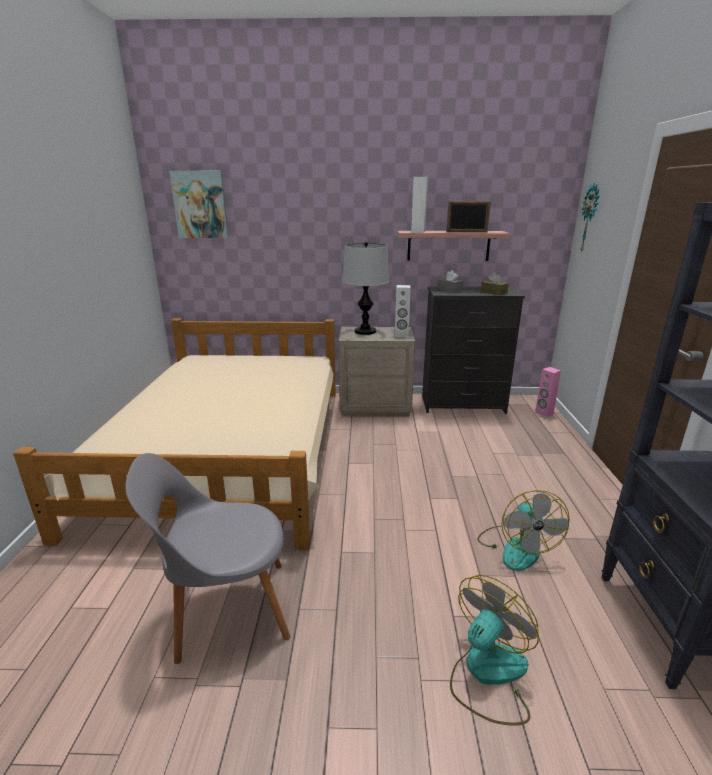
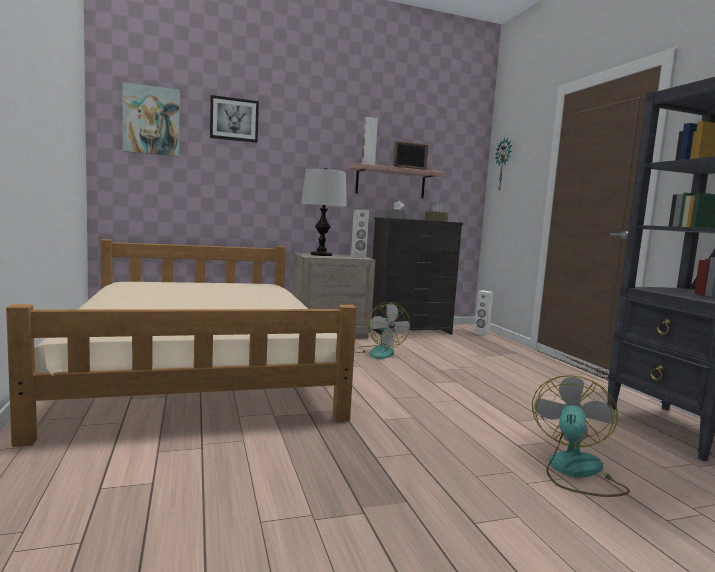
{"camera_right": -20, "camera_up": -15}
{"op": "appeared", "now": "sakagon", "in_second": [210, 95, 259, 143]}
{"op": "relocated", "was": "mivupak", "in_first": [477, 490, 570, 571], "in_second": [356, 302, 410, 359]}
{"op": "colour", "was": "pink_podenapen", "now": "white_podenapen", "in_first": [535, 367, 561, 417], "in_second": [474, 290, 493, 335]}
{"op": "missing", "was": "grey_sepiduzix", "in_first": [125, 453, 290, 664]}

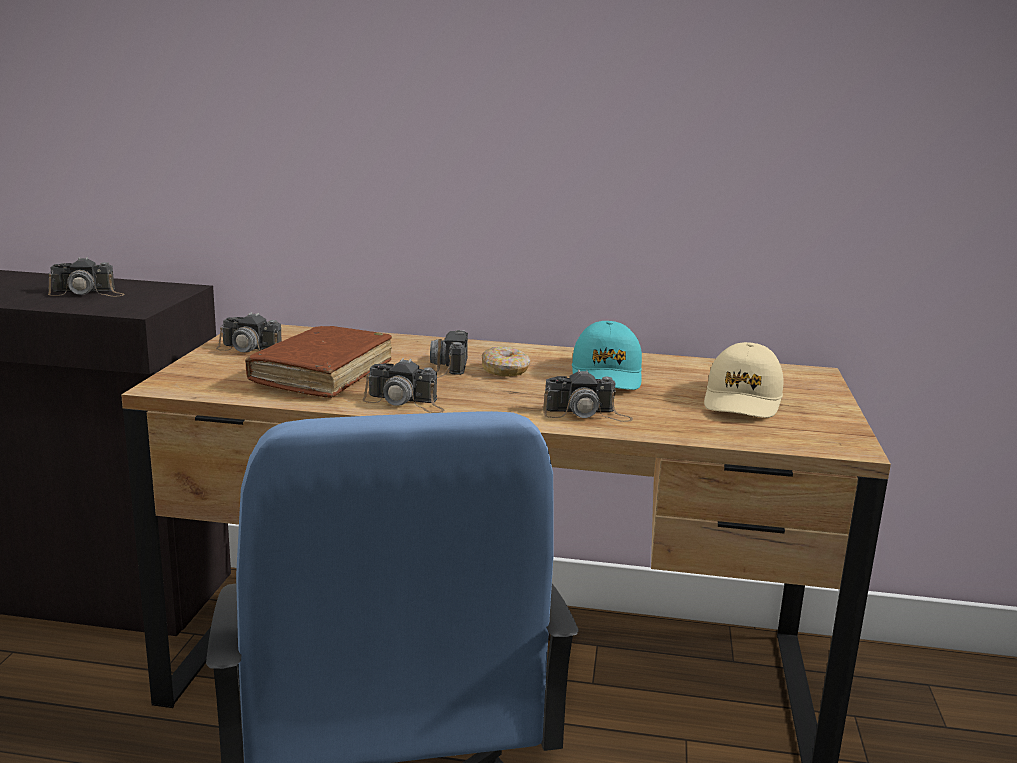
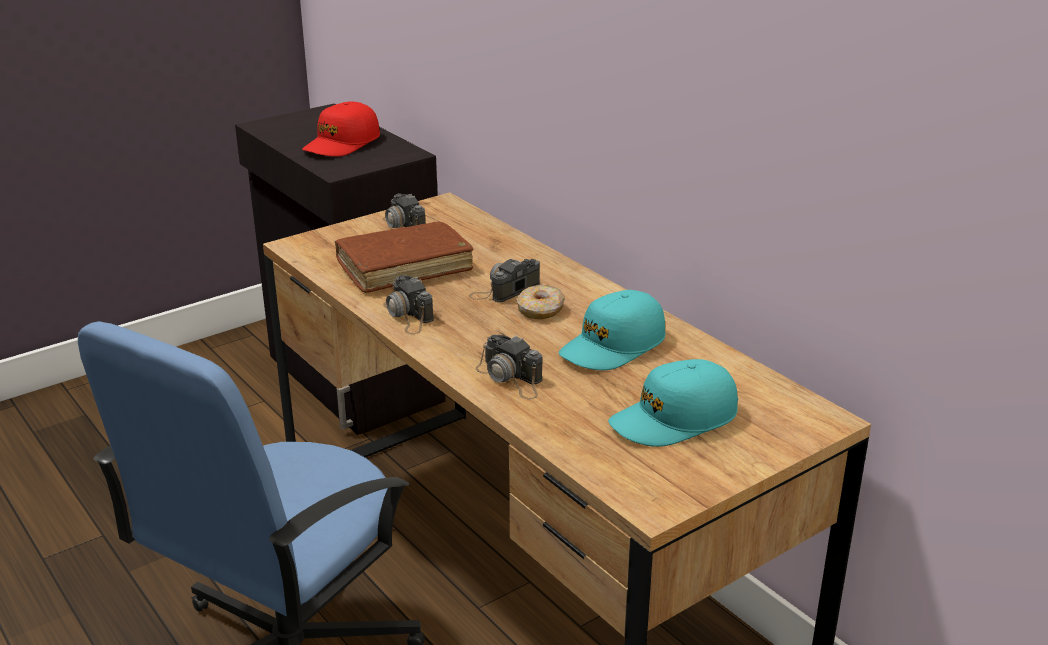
{"camera_right": 45, "camera_up": 10}
{"op": "exchanged", "was": "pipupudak", "now": "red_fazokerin", "in_first": [48, 257, 125, 297], "in_second": [302, 101, 380, 157]}
{"op": "colour", "was": "beige_fazokerin", "now": "turquoise_fazokerin", "in_first": [704, 342, 784, 418], "in_second": [608, 359, 738, 447]}

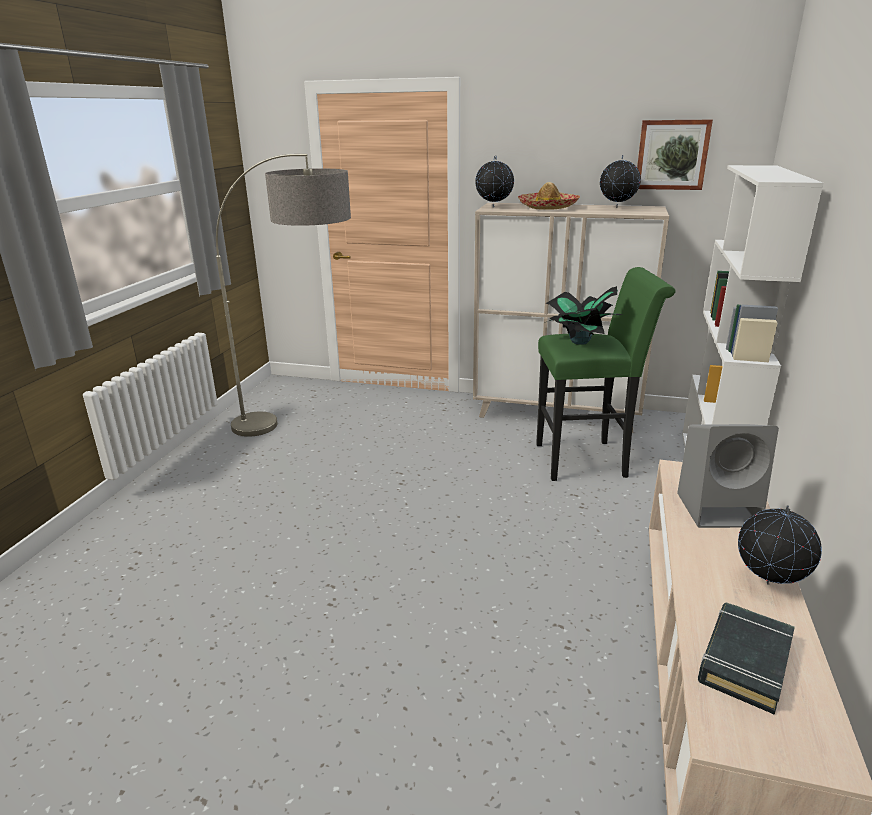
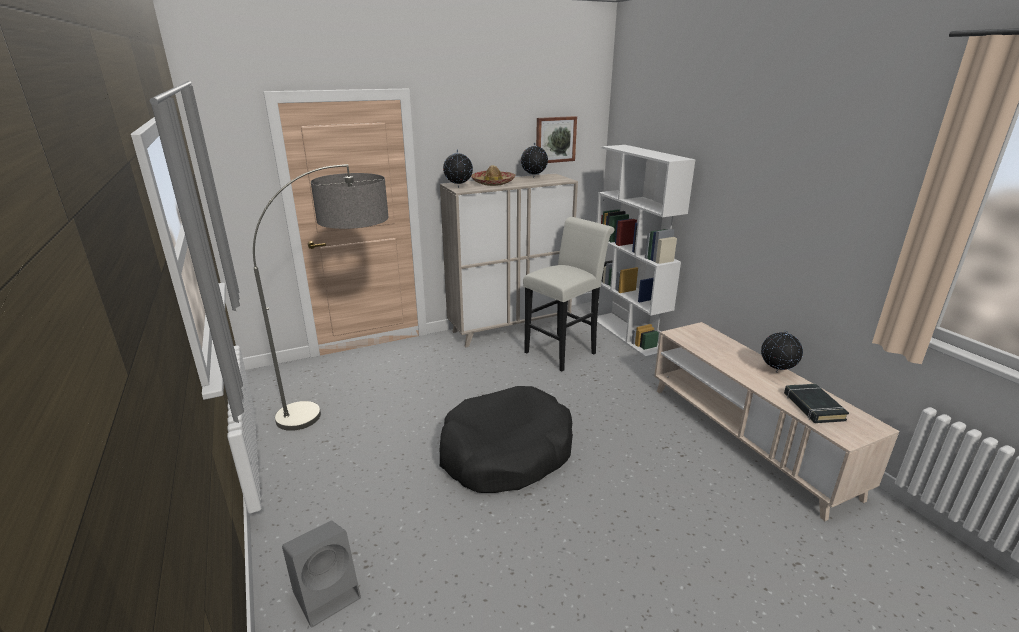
{"camera_right": -40, "camera_up": 0}
{"op": "relocated", "was": "grey_podenapen", "in_first": [677, 424, 779, 528], "in_second": [282, 520, 361, 628]}
{"op": "appeared", "now": "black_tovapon", "in_second": [439, 386, 573, 493]}
{"op": "colour", "was": "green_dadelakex", "now": "white_dadelakex", "in_first": [536, 267, 676, 481], "in_second": [523, 217, 614, 371]}
{"op": "missing", "was": "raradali", "in_first": [546, 286, 622, 345]}

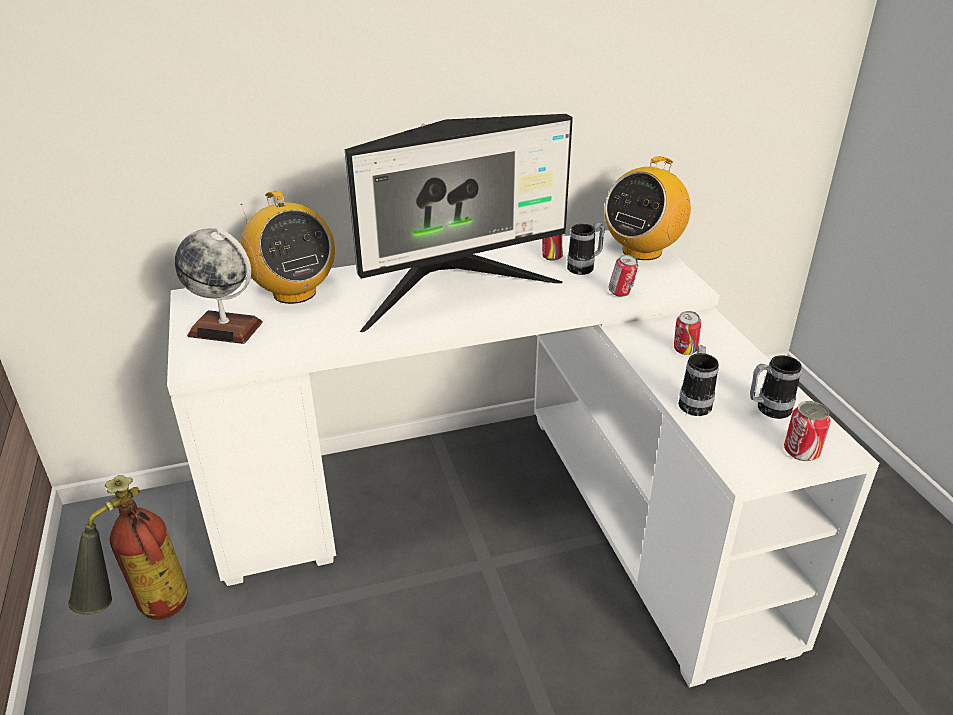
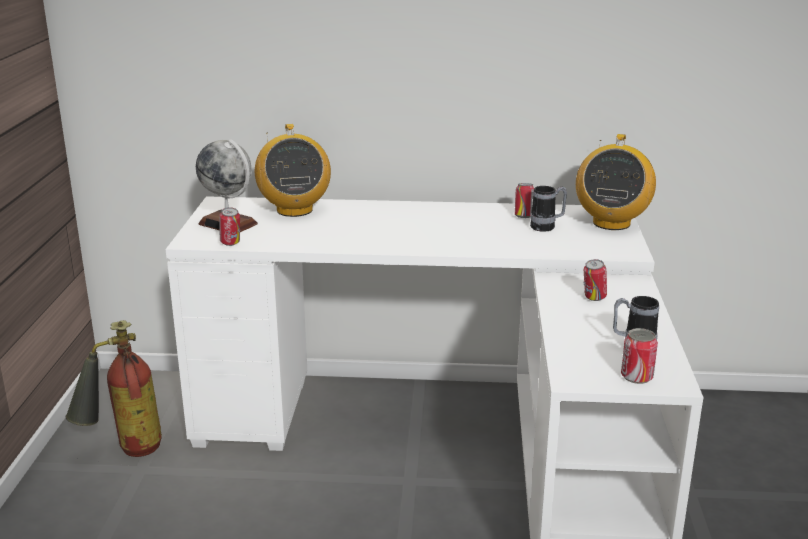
{"camera_right": 20, "camera_up": -10}
{"op": "relocated", "was": "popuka", "in_first": [608, 255, 638, 297], "in_second": [219, 207, 240, 246]}
{"op": "spun", "was": "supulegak", "in_first": [604, 156, 691, 260], "in_second": [576, 134, 656, 230], "clockwise": -45}
{"op": "missing", "was": "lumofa", "in_first": [345, 114, 573, 332]}
{"op": "missing", "was": "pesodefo", "in_first": [678, 345, 719, 416]}

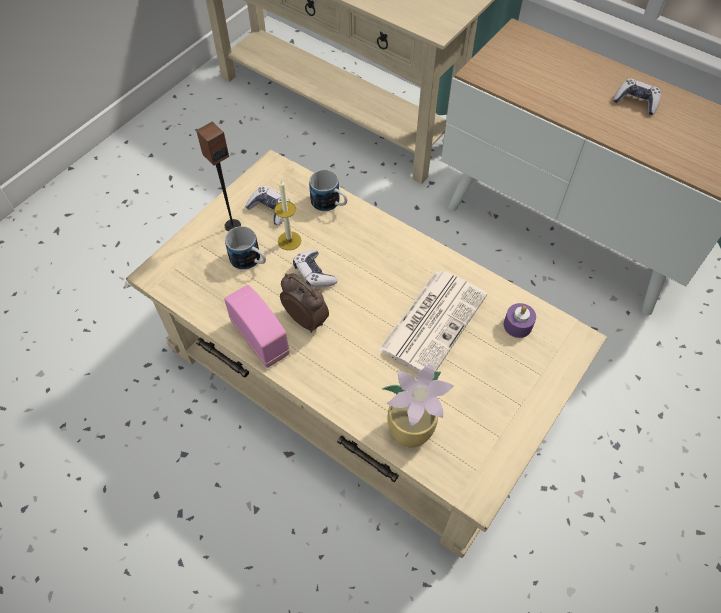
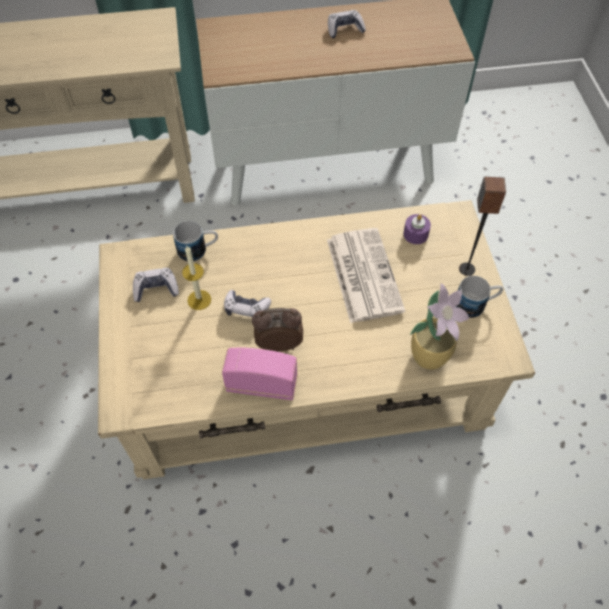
{"camera_right": -45, "camera_up": 0}
{"op": "relocated", "was": "pesodefo", "in_first": [225, 226, 266, 270], "in_second": [456, 276, 503, 318]}
{"op": "relocated", "was": "podenapen", "in_first": [196, 122, 241, 232], "in_second": [459, 177, 506, 276]}

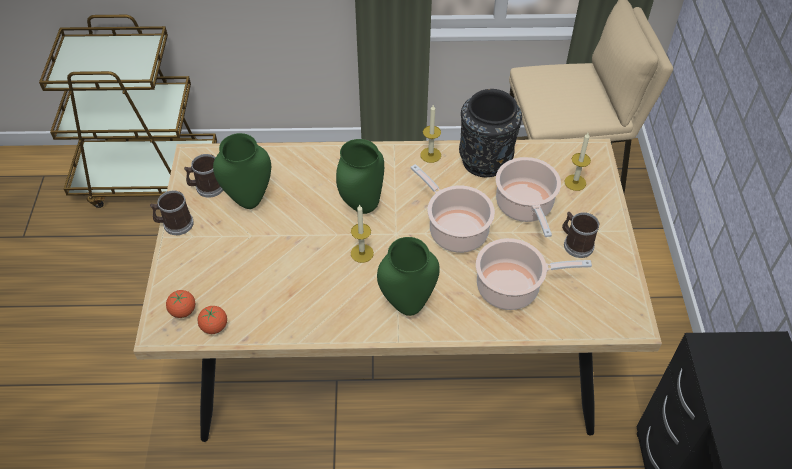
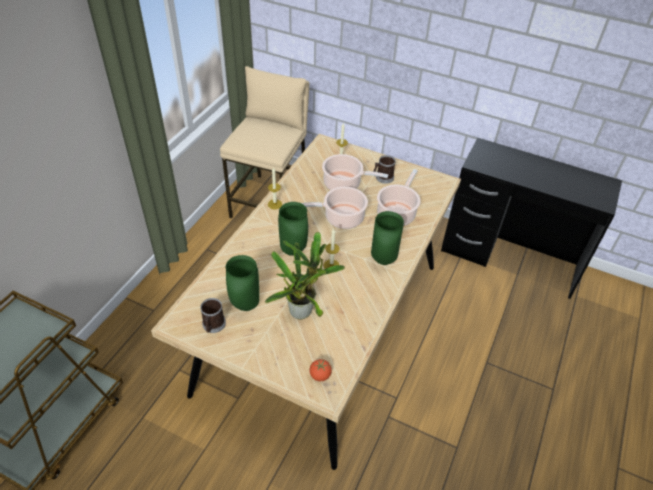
{"camera_right": -65, "camera_up": -5}
{"op": "appeared", "now": "raradali", "in_second": [265, 232, 345, 319]}
{"op": "missing", "was": "pesodefo", "in_first": [150, 190, 194, 235]}
{"op": "missing", "was": "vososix", "in_first": [197, 306, 227, 334]}
{"op": "missing", "was": "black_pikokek", "in_first": [459, 89, 522, 177]}

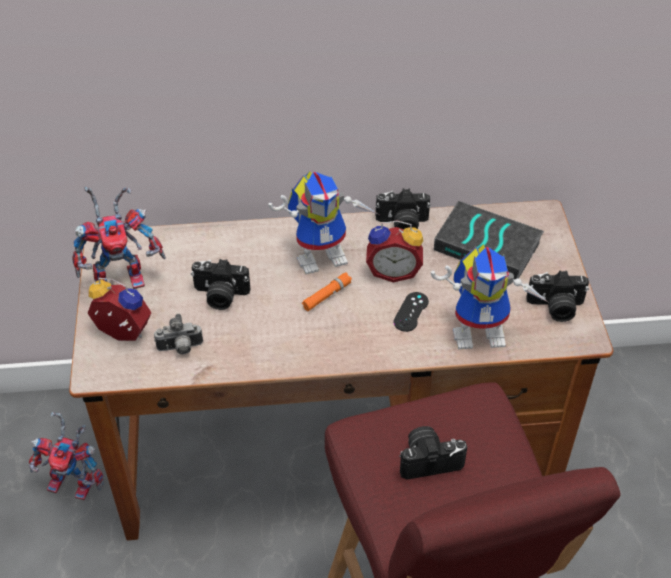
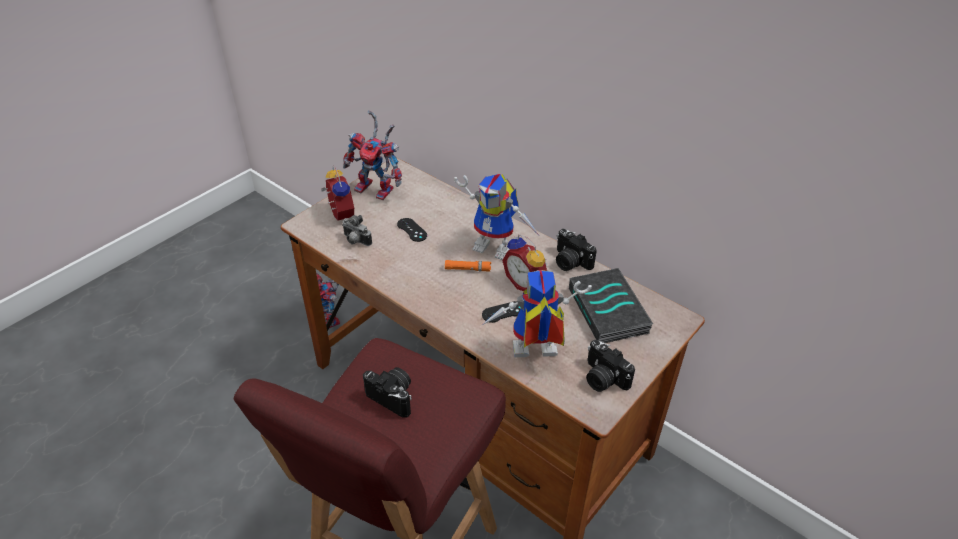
{"camera_right": 45, "camera_up": -5}
{"op": "exchanged", "was": "pipupudak", "now": "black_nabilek", "in_first": [191, 259, 250, 310], "in_second": [397, 218, 427, 242]}
{"op": "spun", "was": "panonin", "in_first": [431, 244, 549, 349], "in_second": [482, 270, 592, 357], "clockwise": 135}

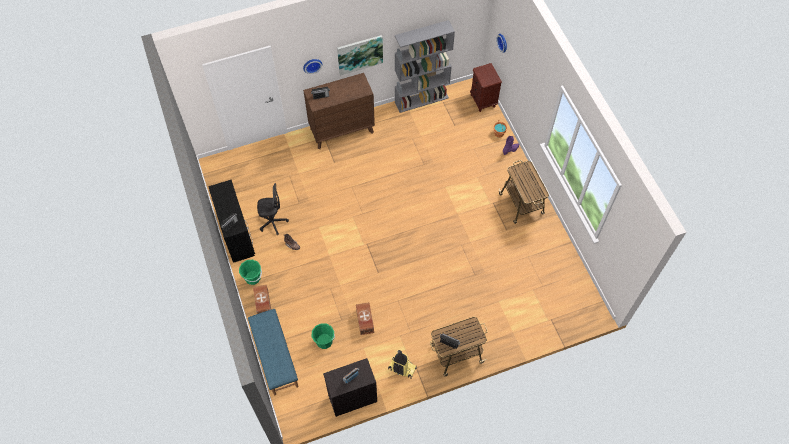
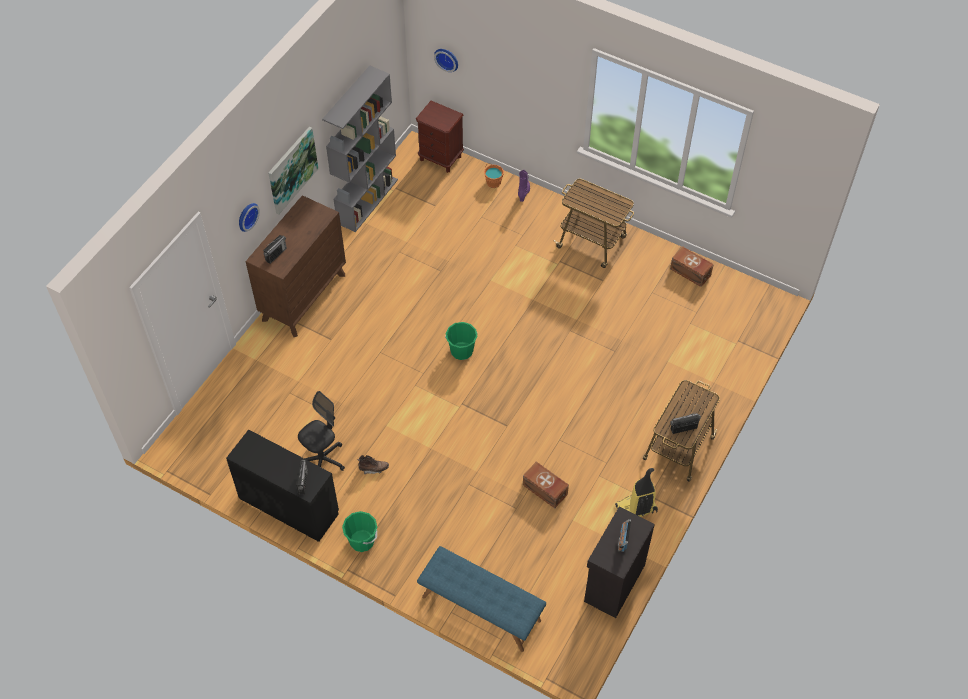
{"camera_right": -40, "camera_up": -5}
{"op": "relocated", "was": "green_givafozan", "in_first": [311, 323, 335, 349], "in_second": [445, 322, 478, 360]}
{"op": "relocated", "was": "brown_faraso", "in_first": [253, 285, 271, 314], "in_second": [670, 246, 714, 287]}

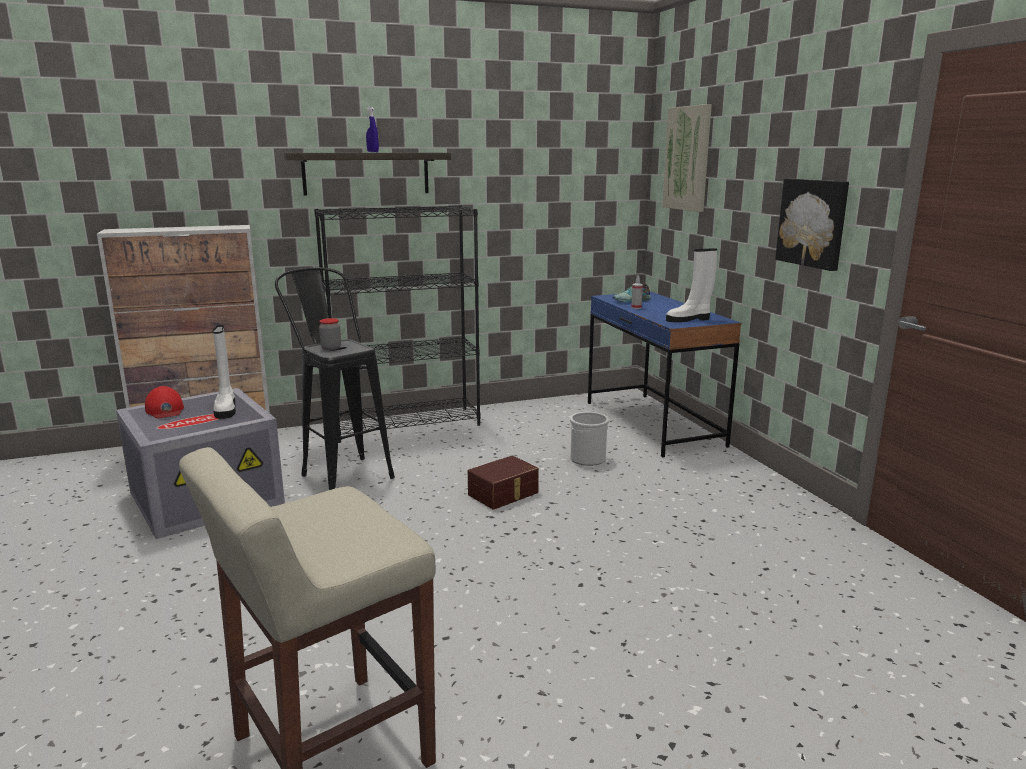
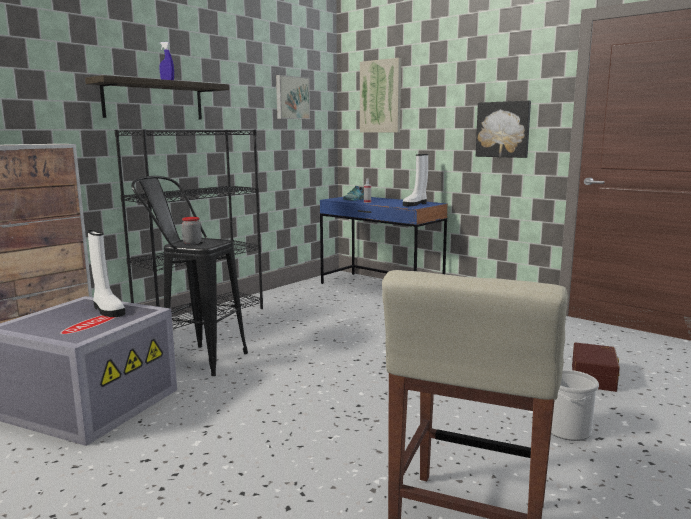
{"camera_right": -30, "camera_up": -5}
{"op": "appeared", "now": "sakagon", "in_second": [276, 75, 310, 119]}
{"op": "relocated", "was": "givafozan", "in_first": [570, 412, 609, 466], "in_second": [551, 370, 599, 441]}
{"op": "relocated", "was": "brown_faraso", "in_first": [468, 455, 539, 510], "in_second": [572, 342, 620, 392]}
{"op": "missing", "was": "red_fazokerin", "in_first": [145, 386, 184, 418]}

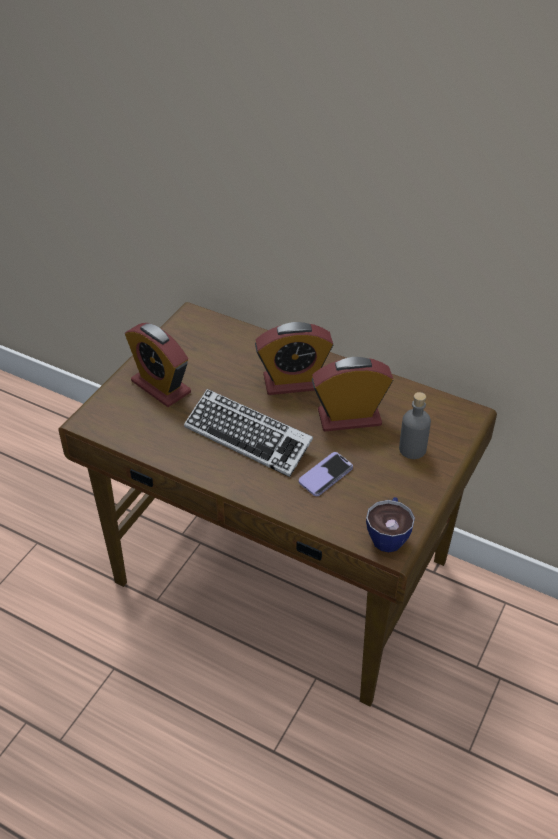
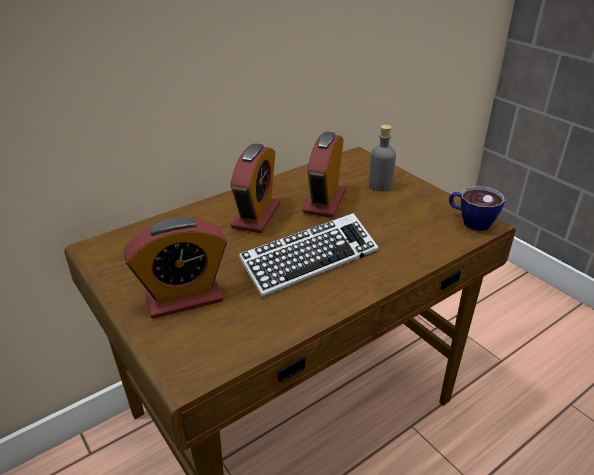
{"camera_right": -65, "camera_up": -10}
{"op": "missing", "was": "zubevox", "in_first": [299, 452, 353, 496]}

